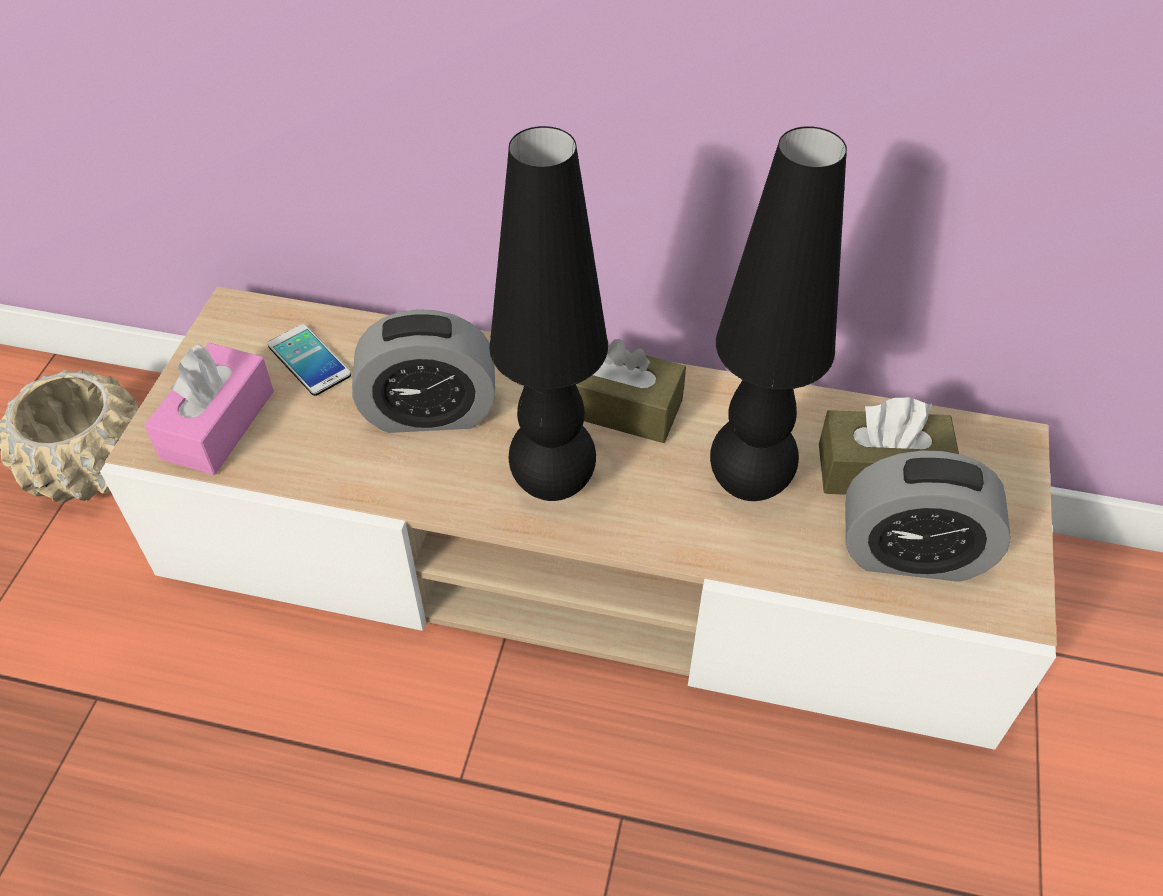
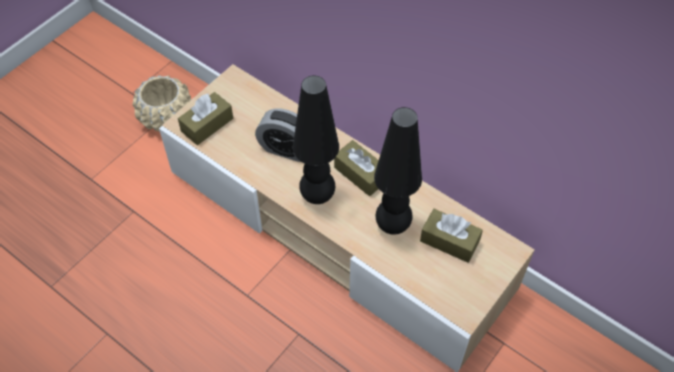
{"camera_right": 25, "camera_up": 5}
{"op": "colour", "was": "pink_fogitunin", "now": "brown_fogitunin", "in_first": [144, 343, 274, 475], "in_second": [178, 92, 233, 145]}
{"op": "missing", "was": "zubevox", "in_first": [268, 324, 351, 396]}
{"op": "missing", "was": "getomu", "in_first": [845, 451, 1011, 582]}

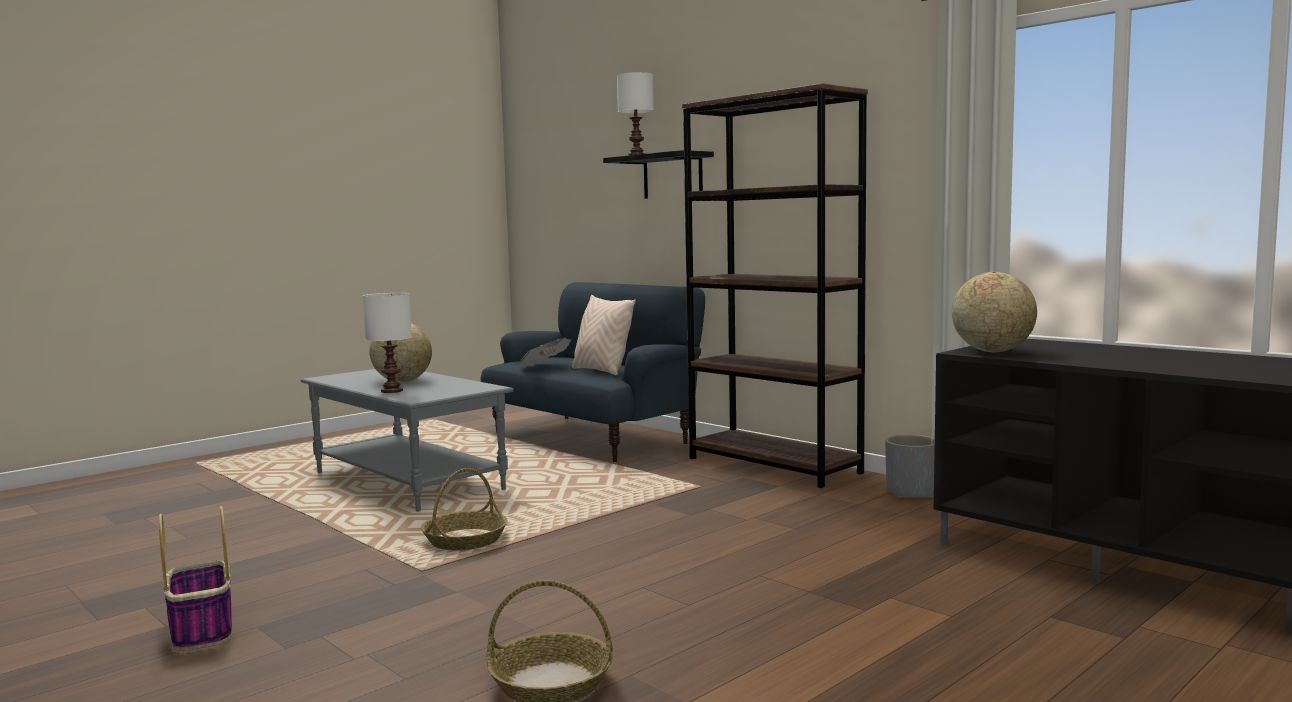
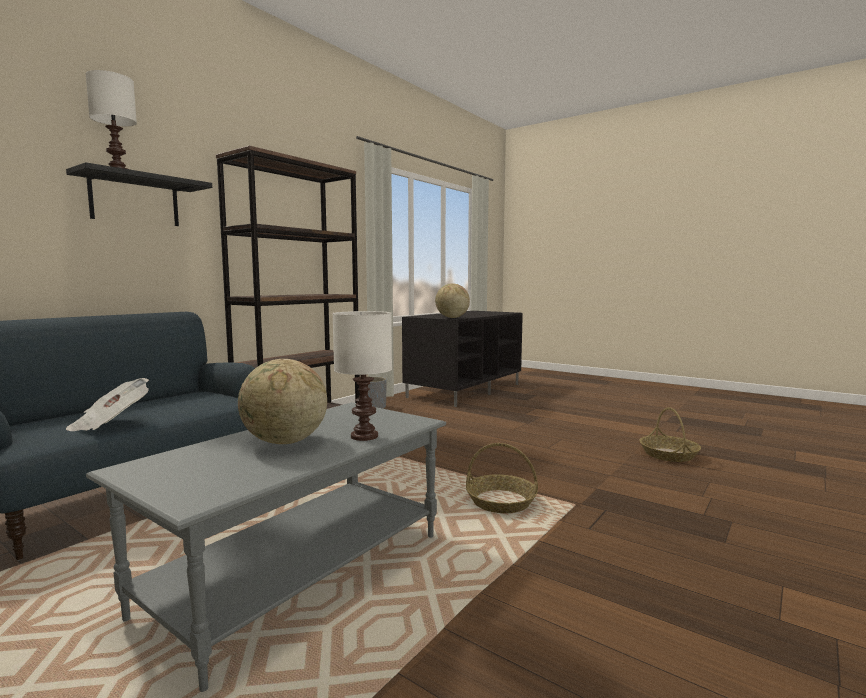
{"camera_right": -100, "camera_up": 0}
{"op": "missing", "was": "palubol", "in_first": [159, 506, 232, 651]}
{"op": "missing", "was": "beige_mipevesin", "in_first": [572, 295, 636, 375]}

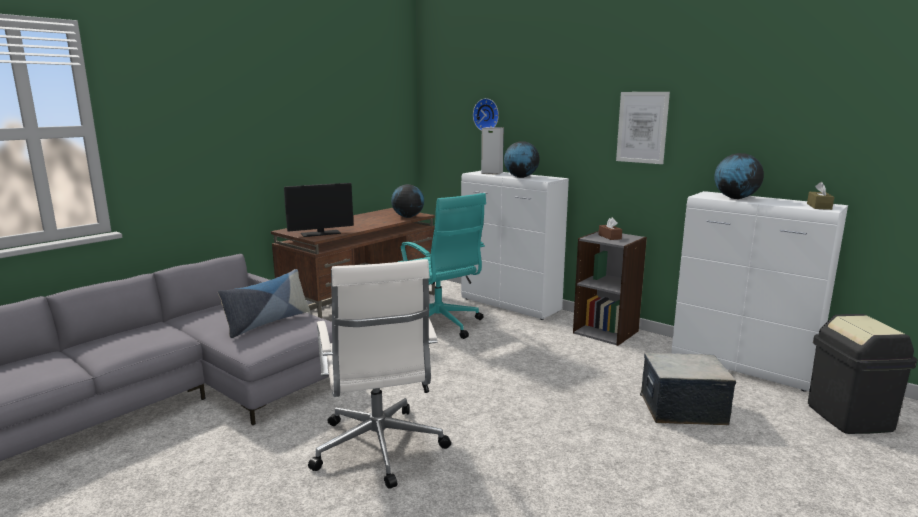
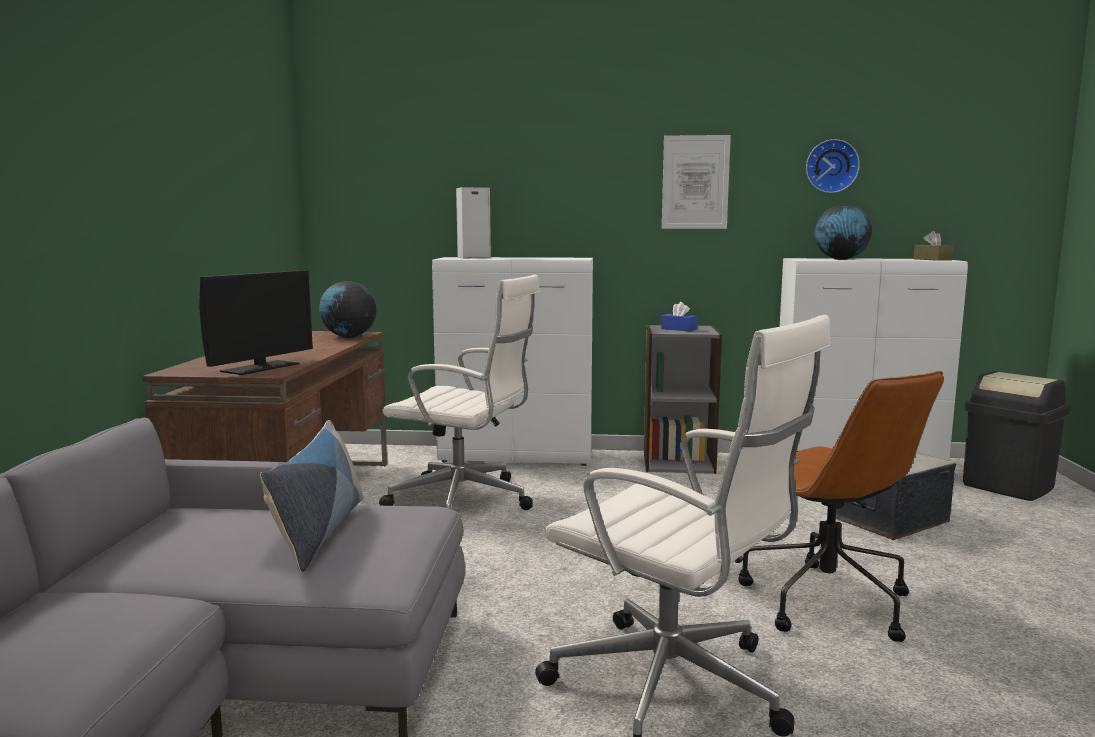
{"camera_right": -35, "camera_up": -5}
{"op": "colour", "was": "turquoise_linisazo", "now": "white_linisazo", "in_first": [398, 193, 486, 339], "in_second": [379, 275, 540, 510]}
{"op": "colour", "was": "brown_fogitunin", "now": "blue_fogitunin", "in_first": [599, 218, 622, 240], "in_second": [661, 302, 698, 331]}
{"op": "appeared", "now": "brown_linisazo", "in_second": [739, 371, 944, 642]}
{"op": "relocated", "was": "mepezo", "in_first": [473, 98, 499, 131], "in_second": [806, 139, 860, 193]}
{"op": "missing", "was": "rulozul", "in_first": [504, 141, 540, 178]}

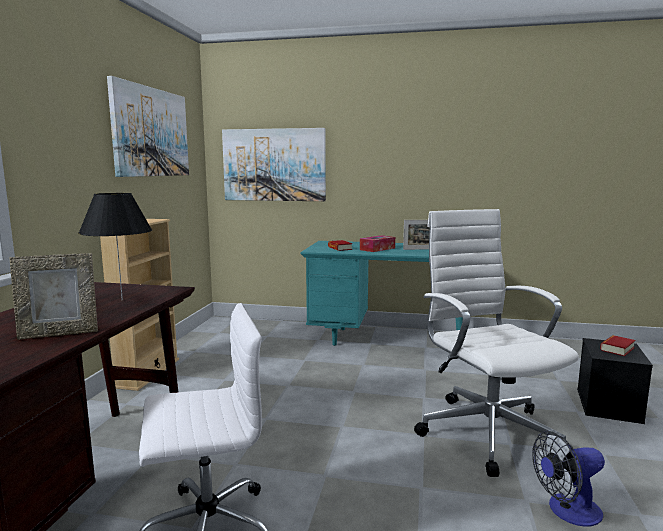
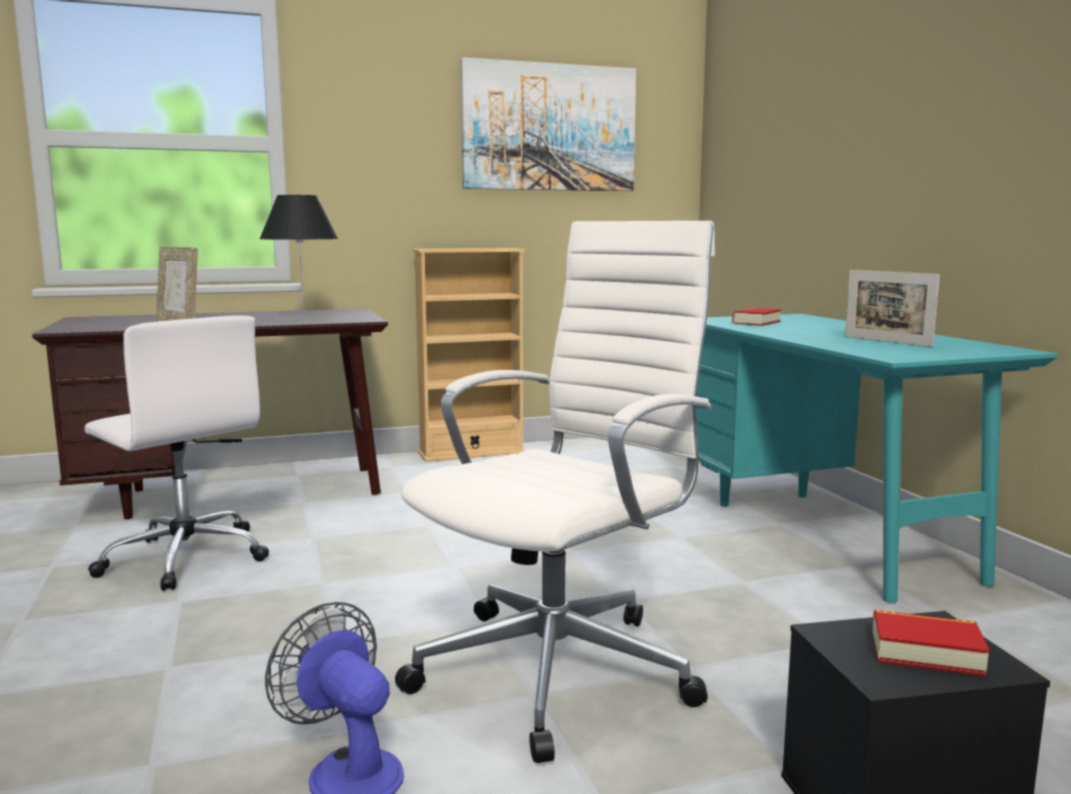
{"camera_right": 60, "camera_up": 0}
{"op": "missing", "was": "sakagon", "in_first": [222, 128, 326, 201]}
{"op": "missing", "was": "fogitunin", "in_first": [360, 235, 395, 252]}

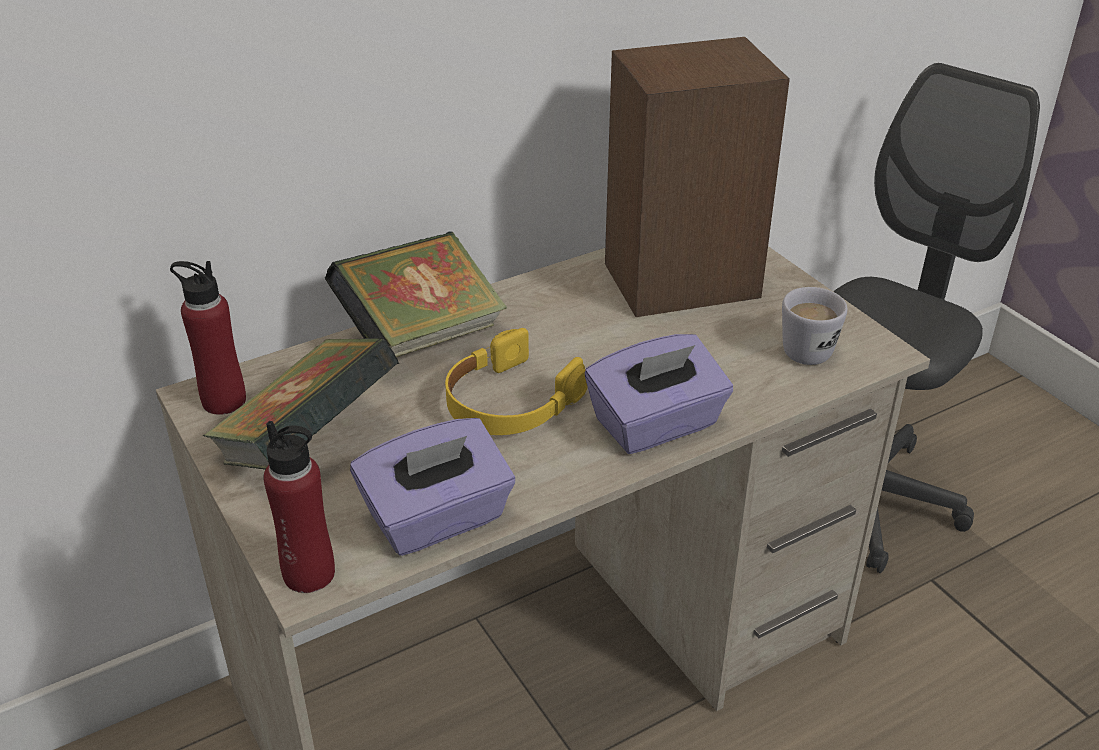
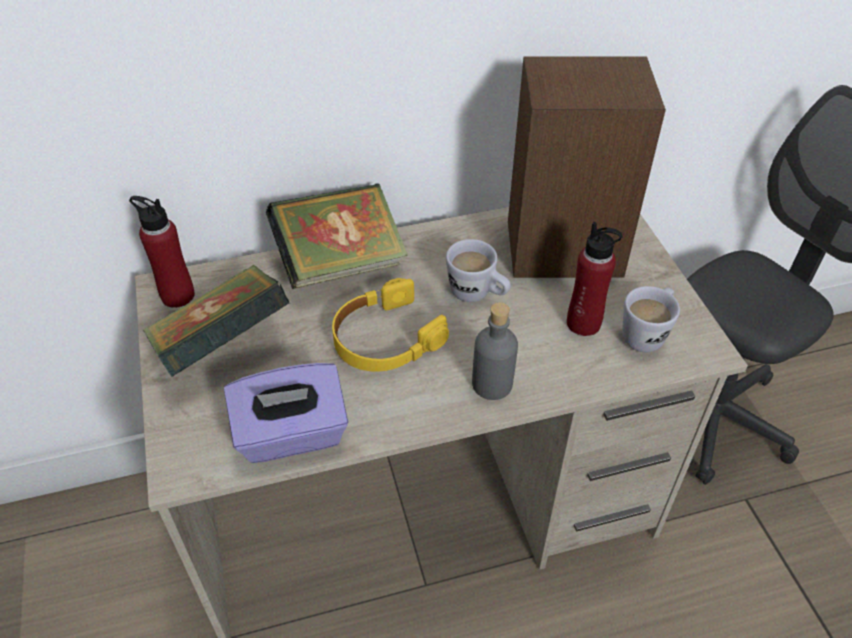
{"camera_right": 15, "camera_up": 10}
{"op": "appeared", "now": "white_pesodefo", "in_second": [446, 239, 511, 302]}
{"op": "exchanged", "was": "purple_fogitunin", "now": "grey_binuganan", "in_first": [585, 334, 733, 454], "in_second": [472, 302, 518, 400]}
{"op": "relocated", "was": "red_binuganan", "in_first": [263, 421, 335, 593], "in_second": [567, 222, 622, 336]}

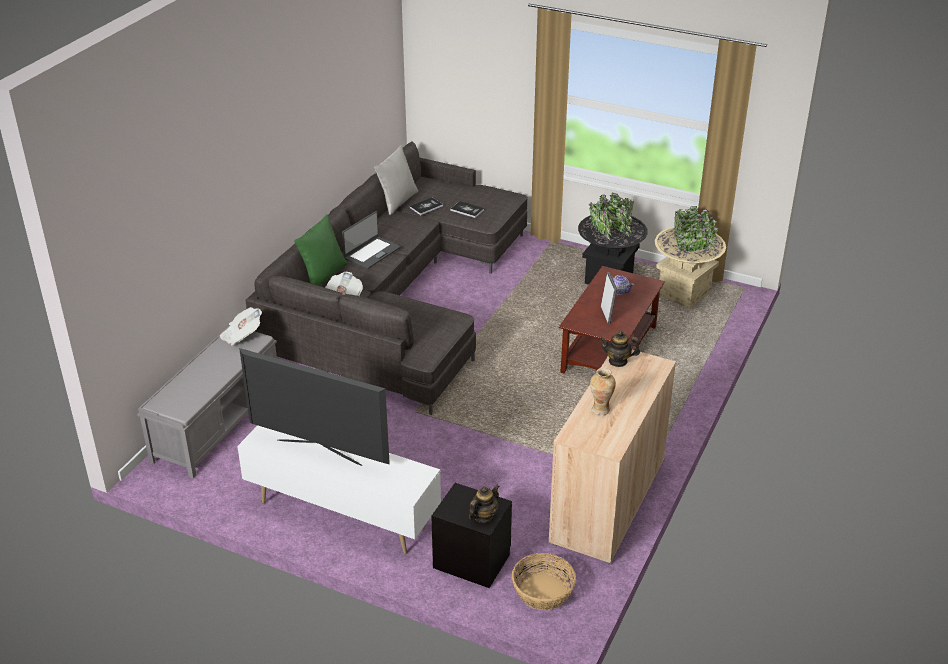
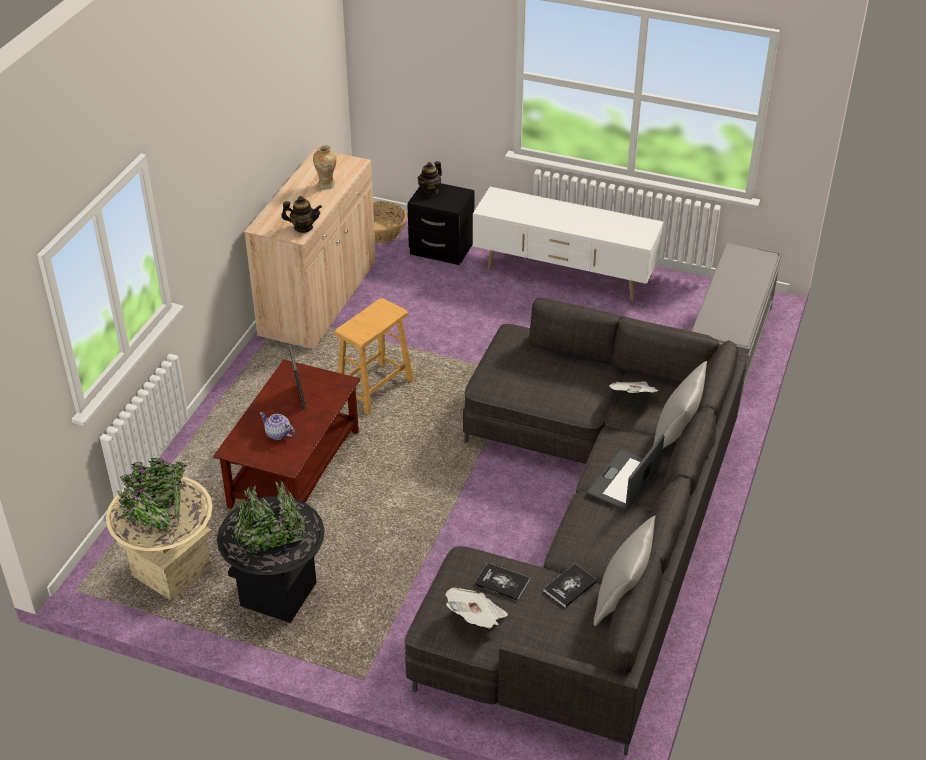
{"camera_right": 175, "camera_up": 5}
{"op": "appeared", "now": "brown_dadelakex", "in_second": [334, 298, 414, 415]}
{"op": "relocated", "was": "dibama", "in_first": [220, 307, 262, 346], "in_second": [446, 588, 508, 629]}
{"op": "colour", "was": "green_mipevesin", "now": "grey_mipevesin", "in_first": [294, 214, 347, 286], "in_second": [653, 361, 707, 449]}
{"op": "missing", "was": "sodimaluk", "in_first": [239, 348, 390, 466]}

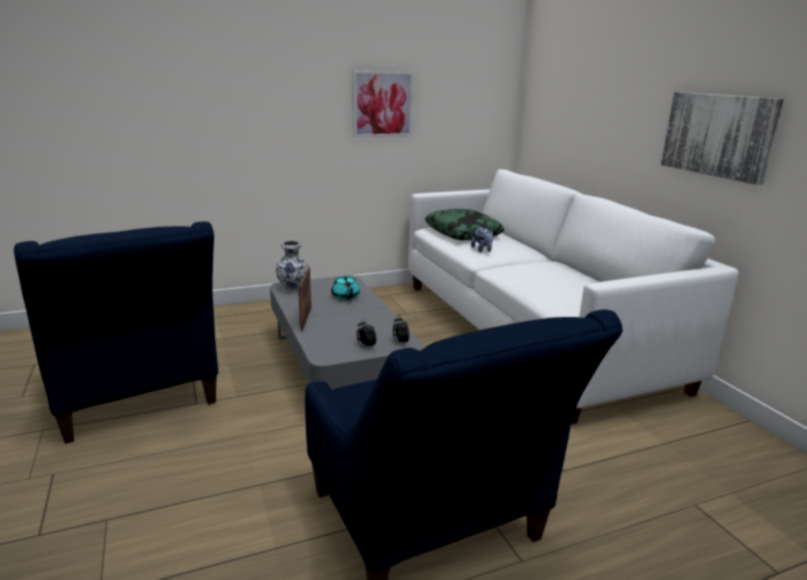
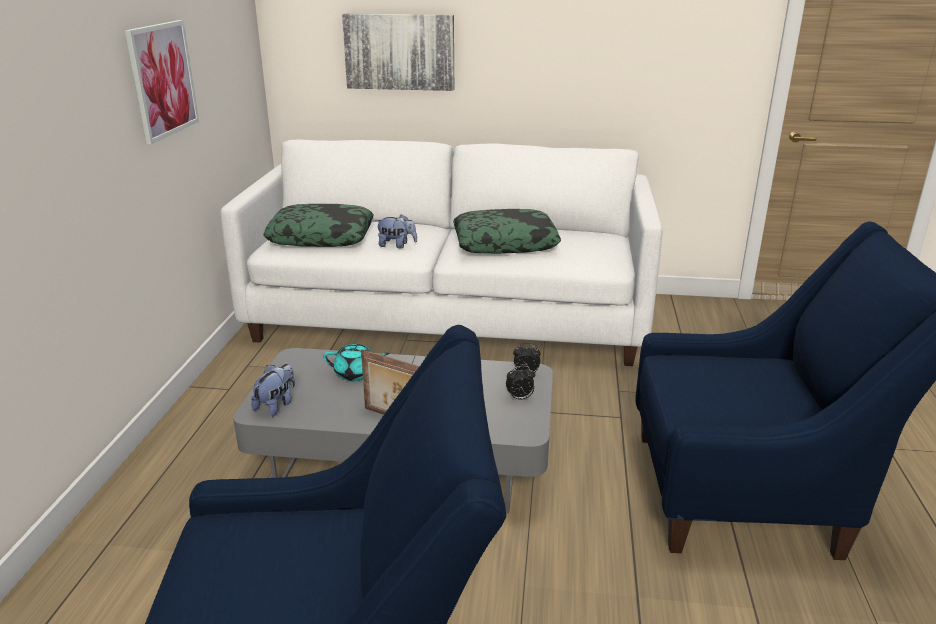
{"camera_right": -60, "camera_up": 5}
{"op": "exchanged", "was": "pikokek", "now": "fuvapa", "in_first": [276, 241, 308, 292], "in_second": [251, 364, 295, 416]}
{"op": "relocated", "was": "sakagon", "in_first": [661, 92, 784, 185], "in_second": [342, 14, 454, 91]}
{"op": "appeared", "now": "mipevesin", "in_second": [453, 209, 561, 254]}

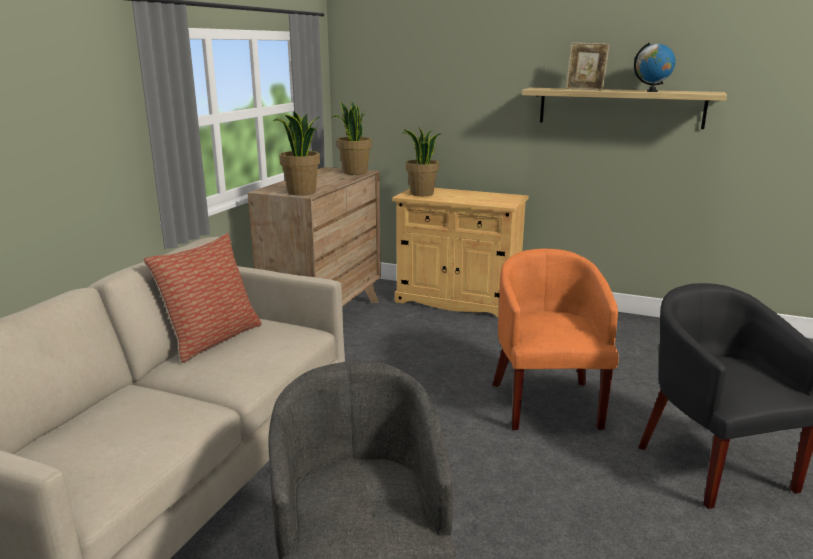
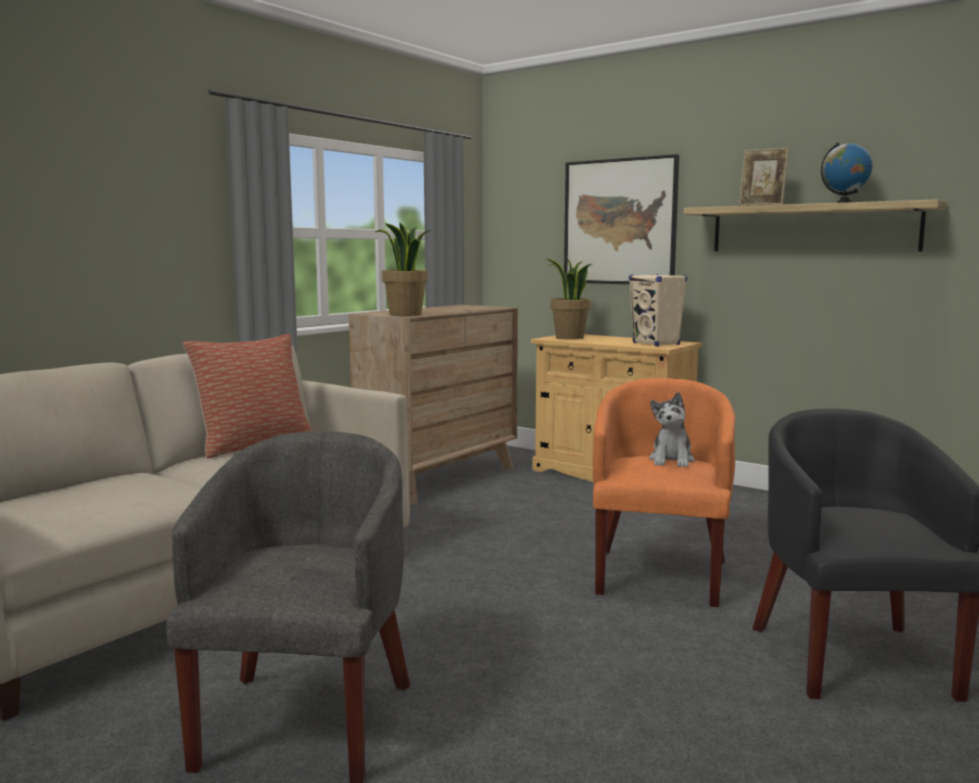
{"camera_right": 15, "camera_up": -10}
{"op": "appeared", "now": "sakagon", "in_second": [564, 154, 679, 284]}
{"op": "appeared", "now": "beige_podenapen", "in_second": [629, 274, 687, 346]}
{"op": "appeared", "now": "fuvapa", "in_second": [649, 392, 695, 467]}
{"op": "missing", "was": "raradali", "in_first": [331, 101, 372, 175]}

